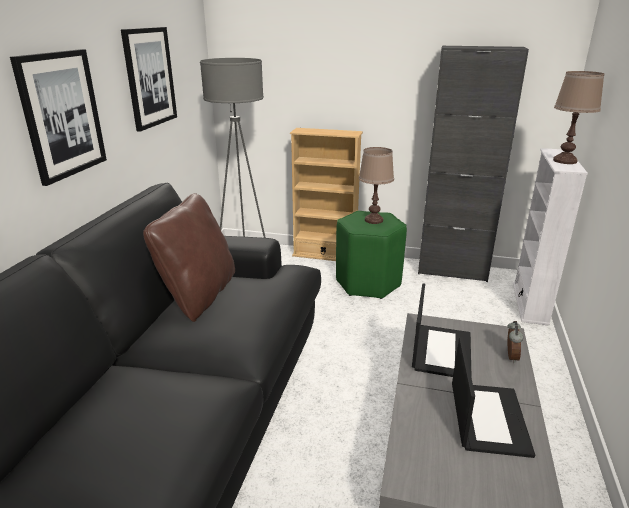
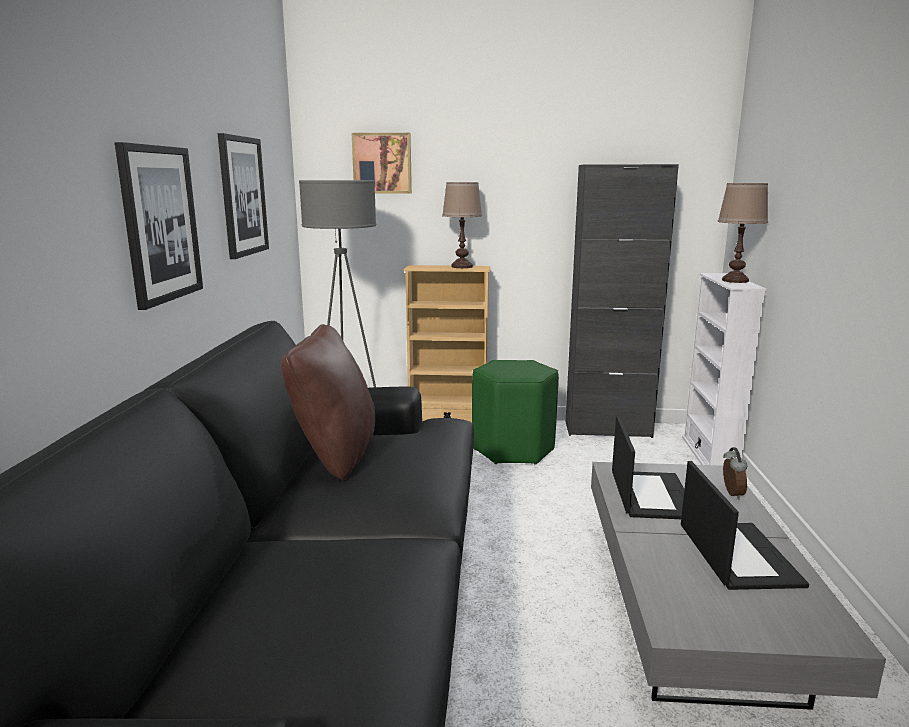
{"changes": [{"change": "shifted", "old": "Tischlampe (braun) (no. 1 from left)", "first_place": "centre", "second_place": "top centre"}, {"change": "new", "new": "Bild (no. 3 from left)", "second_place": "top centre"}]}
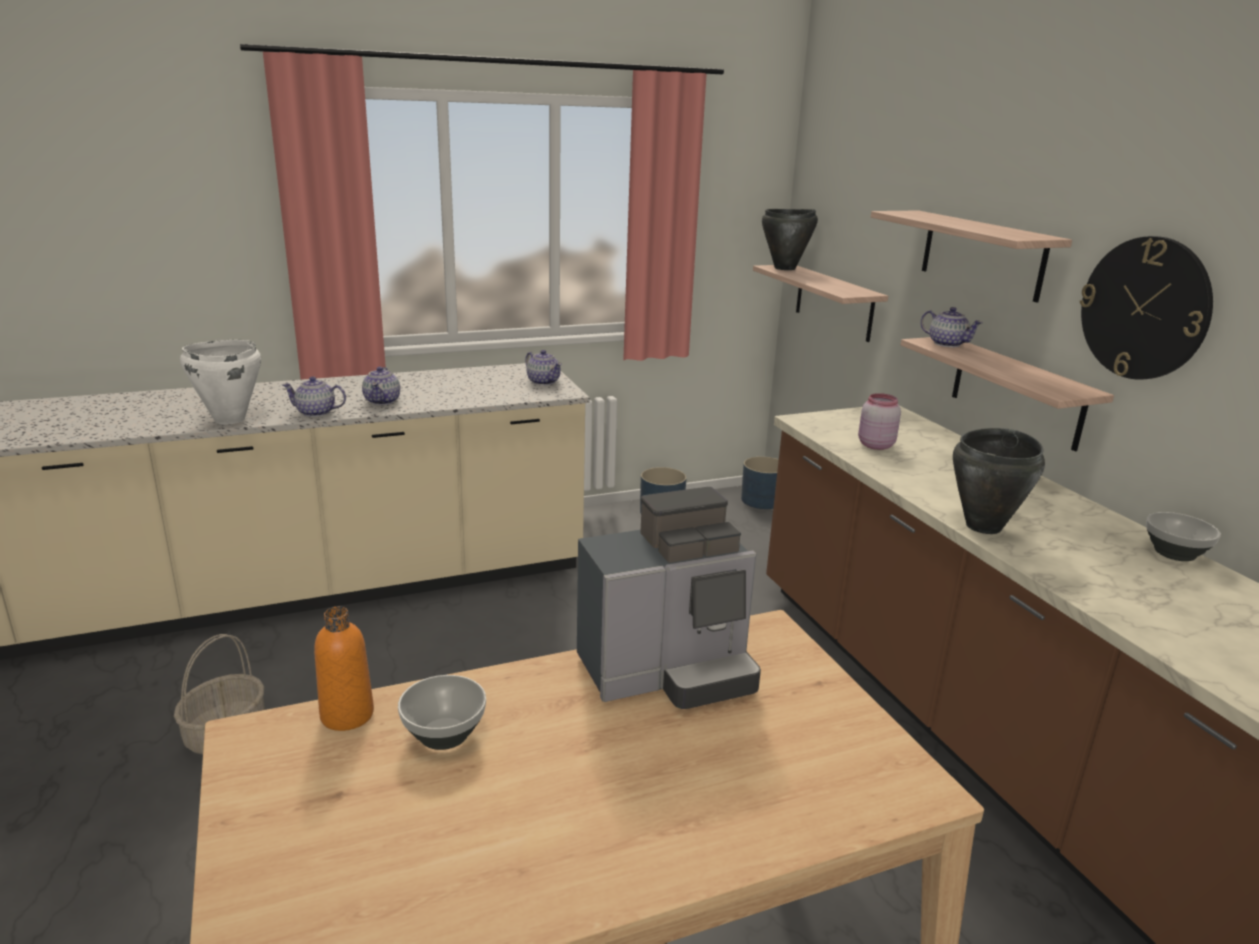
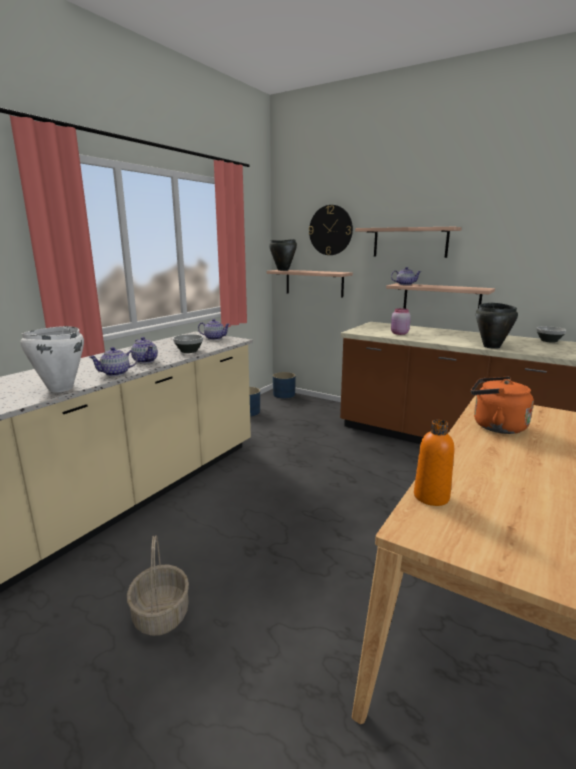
{"changes": [{"change": "shifted", "old": "Schüssel (no. 1 from left)", "first_place": "bottom centre", "second_place": "middle left"}, {"change": "swapped", "old": "Kaffeemaschine", "new": "Wasserkessel (orange)", "first_place": "centre", "second_place": "middle right"}, {"change": "shifted", "old": "Wanduhr", "first_place": "top right", "second_place": "top centre"}]}
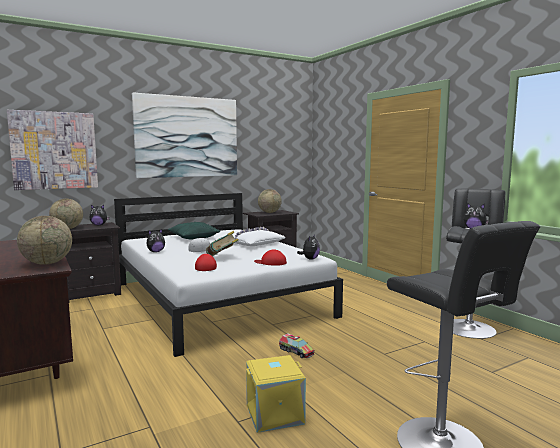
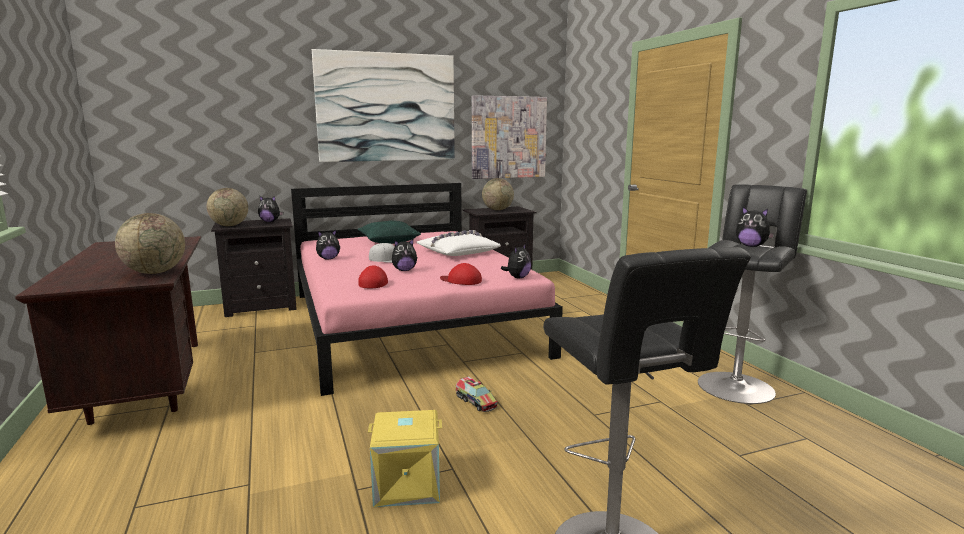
{"changes": [{"change": "shifted", "old": "Bild (no. 1 from left in the first image)", "new": "Bild (no. 2 from left)", "first_place": "middle left", "second_place": "top centre"}, {"change": "repainted", "old": "Bett (weiß)", "new": "Bett (rosa)", "first_place": "centre", "second_place": "centre"}, {"change": "swapped", "old": "Buch", "new": "Plüschtier (no. 3 from left)", "first_place": "centre", "second_place": "centre"}]}
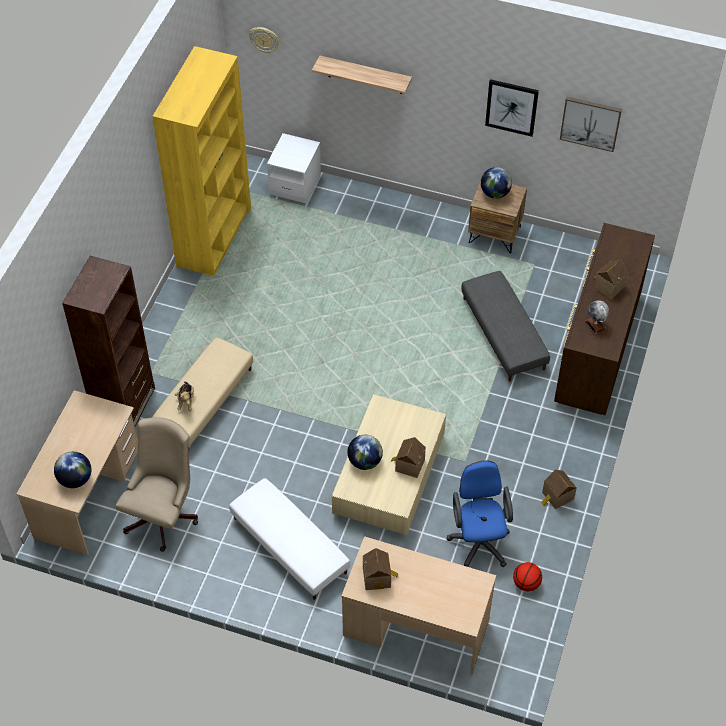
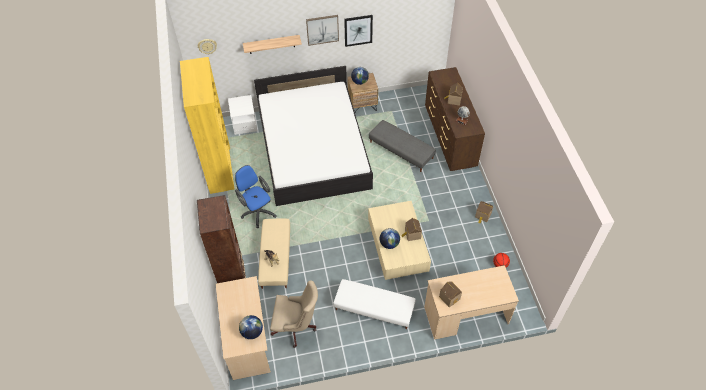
{"changes": [{"change": "rotated", "old": "Bürostuhl (beige)", "first_place": "bottom left", "second_place": "bottom centre", "degrees": 105}, {"change": "shifted", "old": "Bürostuhl (blau)", "first_place": "bottom centre", "second_place": "centre"}, {"change": "shifted", "old": "Bild (no. 2 from left in the first image)", "new": "Bild (no. 1 from left)", "first_place": "top right", "second_place": "top centre"}, {"change": "new", "new": "Bett (weiß)", "second_place": "centre"}]}
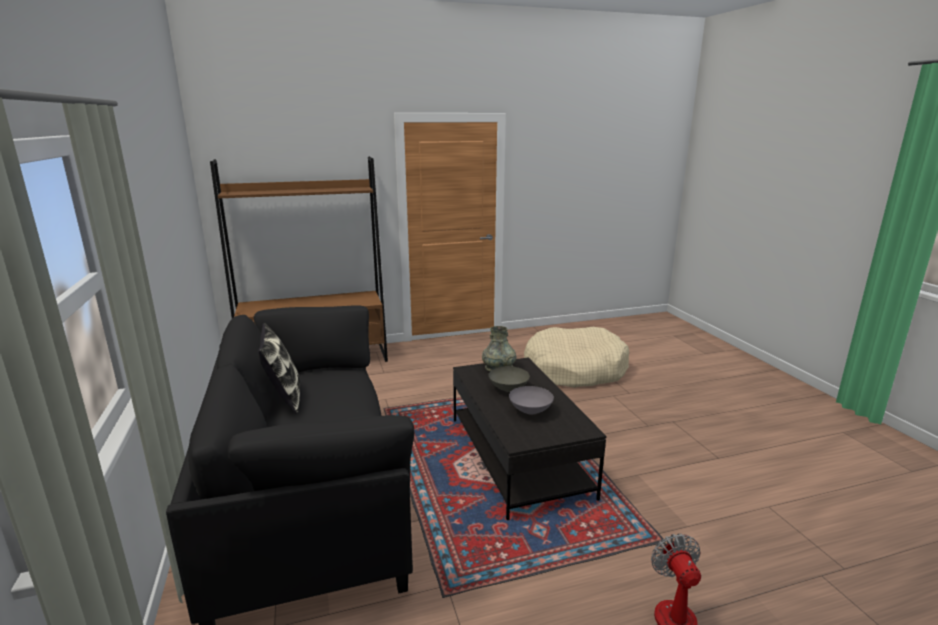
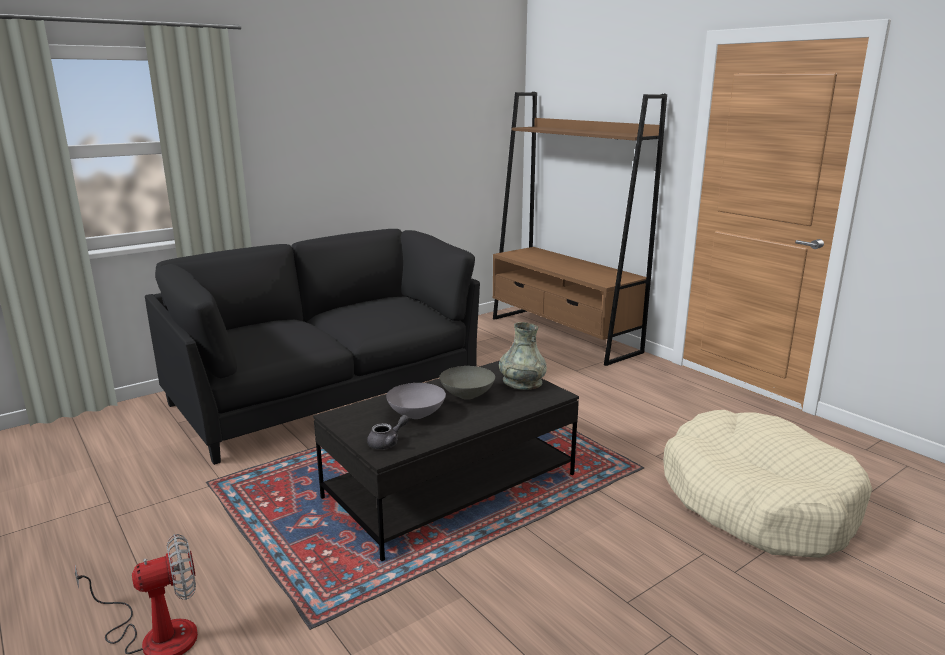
{"changes": [{"change": "gone", "old": "Kissen", "first_place": "middle left"}, {"change": "new", "new": "Teekanne (grau)", "second_place": "centre"}]}
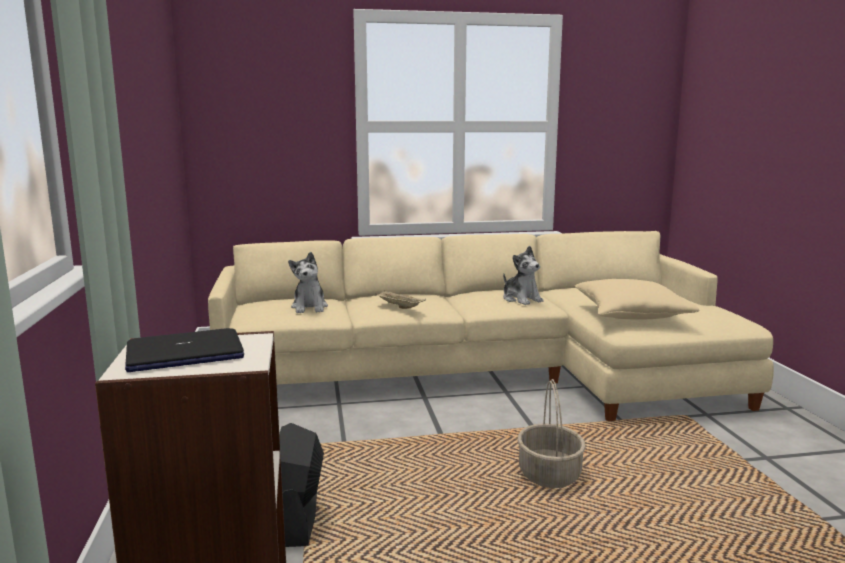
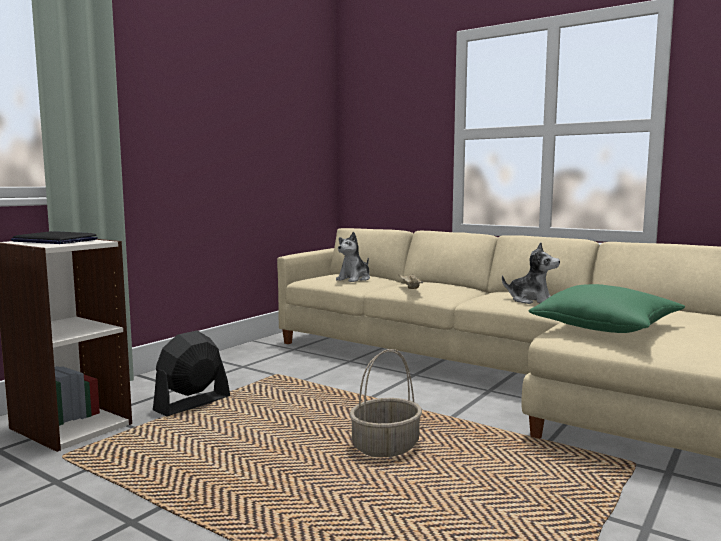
{"changes": [{"change": "rotated", "old": "Plüschtier (no. 2 from left)", "first_place": "centre", "second_place": "middle right", "degrees": -75}, {"change": "repainted", "old": "Kissen (beige)", "new": "Kissen (grün)", "first_place": "middle right", "second_place": "middle right"}]}
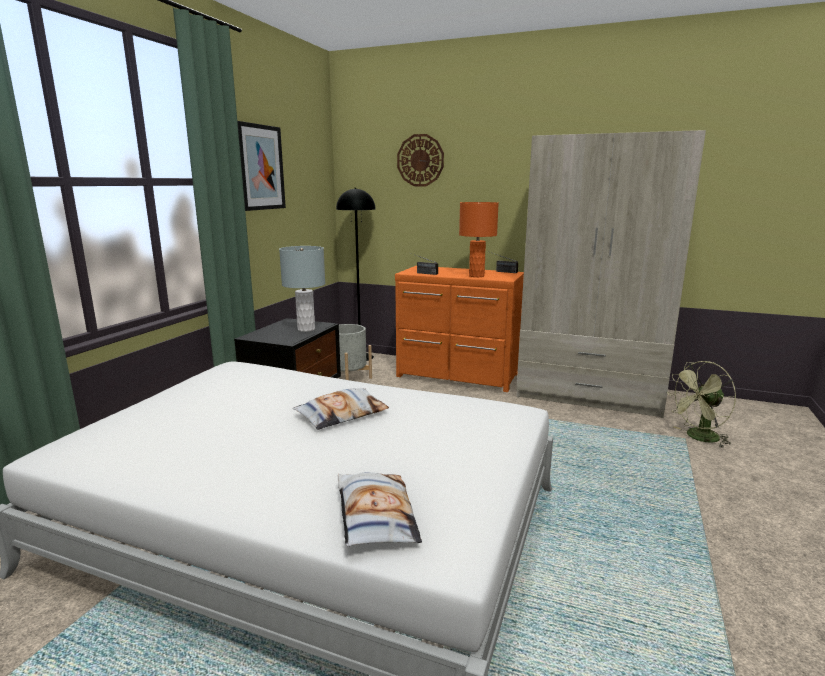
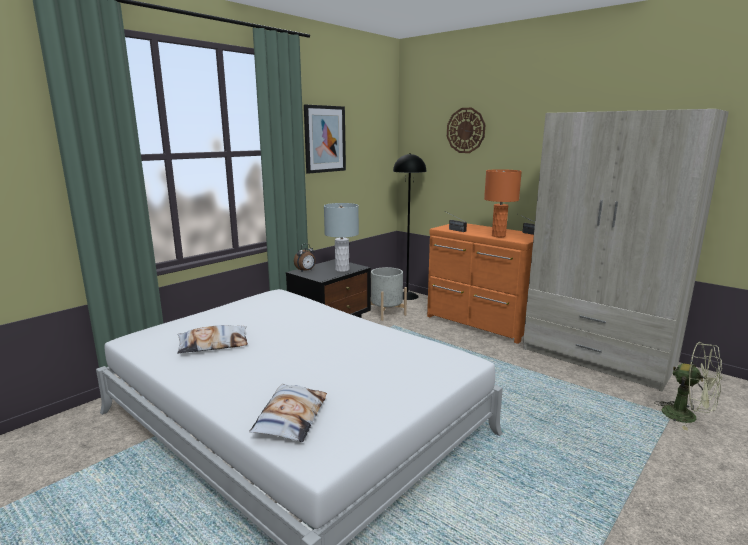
{"changes": [{"change": "shifted", "old": "Kissen (no. 1 from left)", "first_place": "centre", "second_place": "middle left"}, {"change": "rotated", "old": "Ventilator (grün)", "first_place": "middle right", "second_place": "bottom right", "degrees": -135}, {"change": "new", "new": "Wecker", "second_place": "centre"}]}
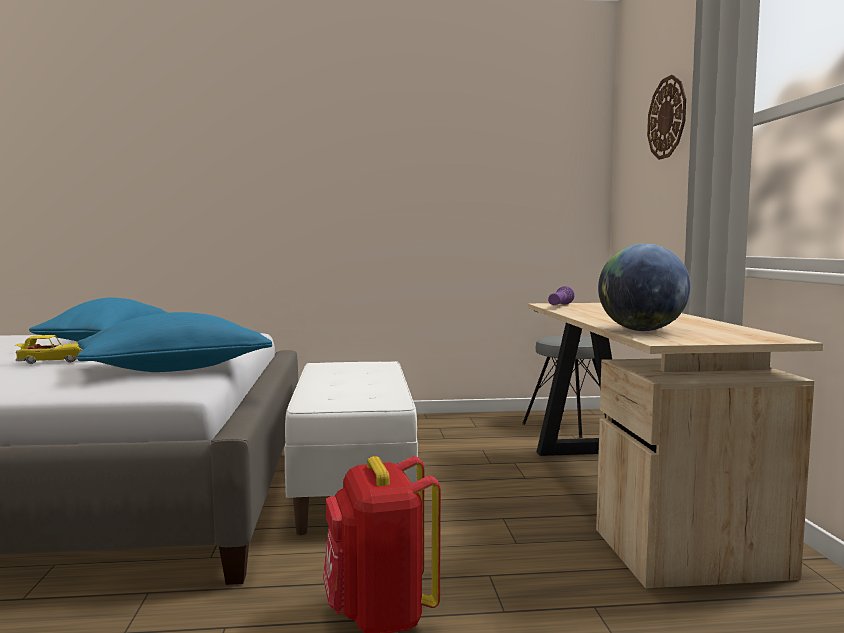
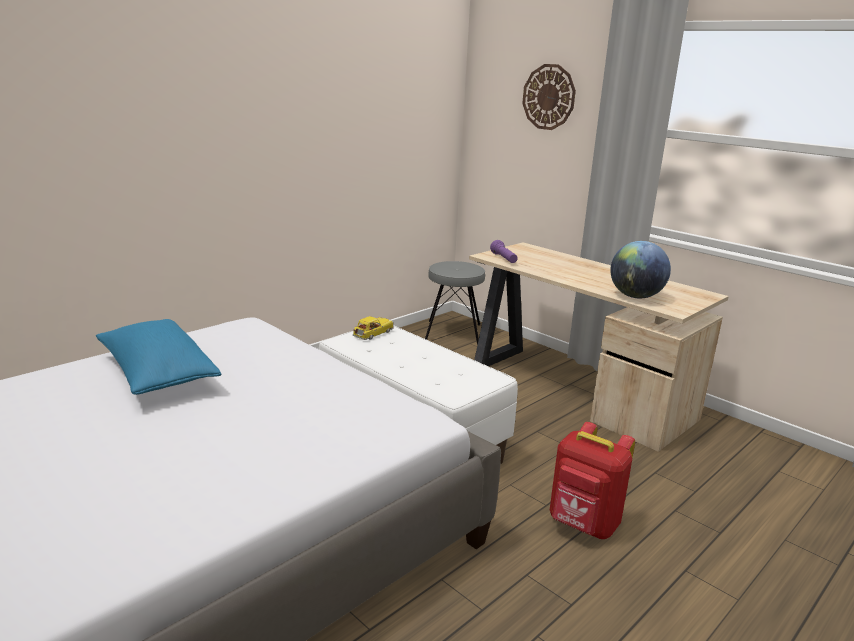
{"changes": [{"change": "shifted", "old": "Spielzeugauto", "first_place": "middle left", "second_place": "centre"}, {"change": "gone", "old": "Kissen (blau) (no. 2 from left)", "first_place": "middle left"}]}
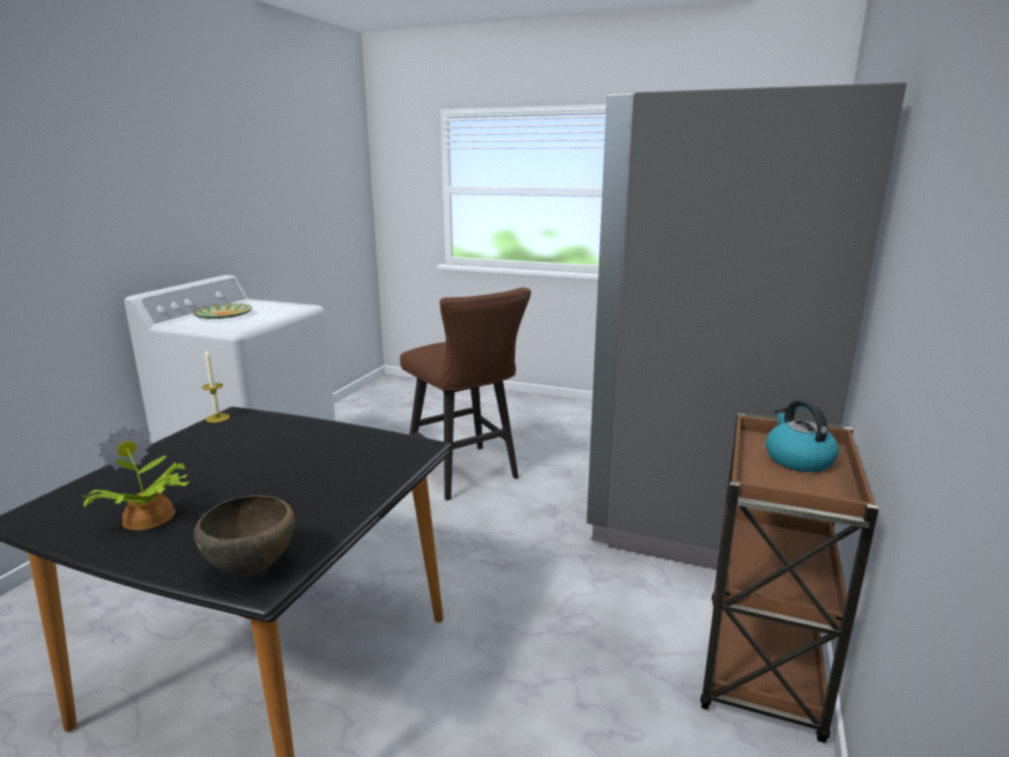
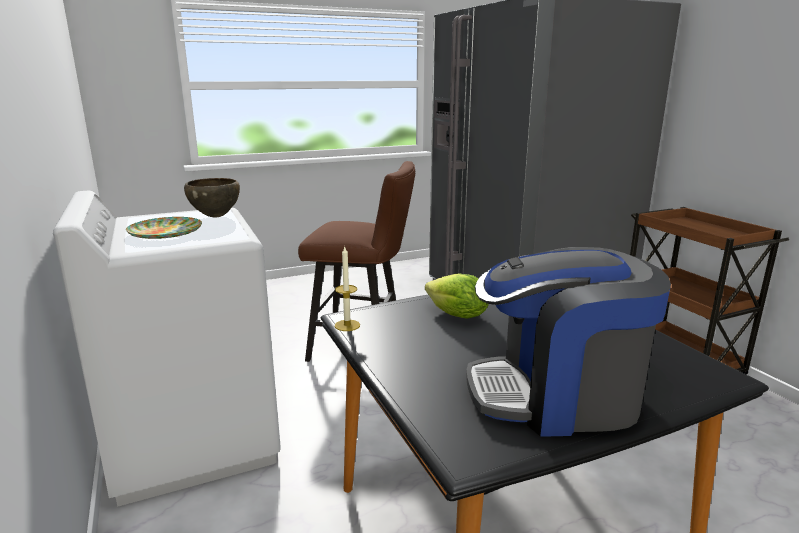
{"changes": [{"change": "swapped", "old": "Topfpflanze", "new": "Kaffeemaschine", "first_place": "middle left", "second_place": "middle right"}, {"change": "shifted", "old": "Schüssel (braun)", "first_place": "bottom left", "second_place": "middle left"}, {"change": "gone", "old": "Wasserkessel", "first_place": "middle right"}, {"change": "new", "new": "Salatkopf", "second_place": "centre"}]}
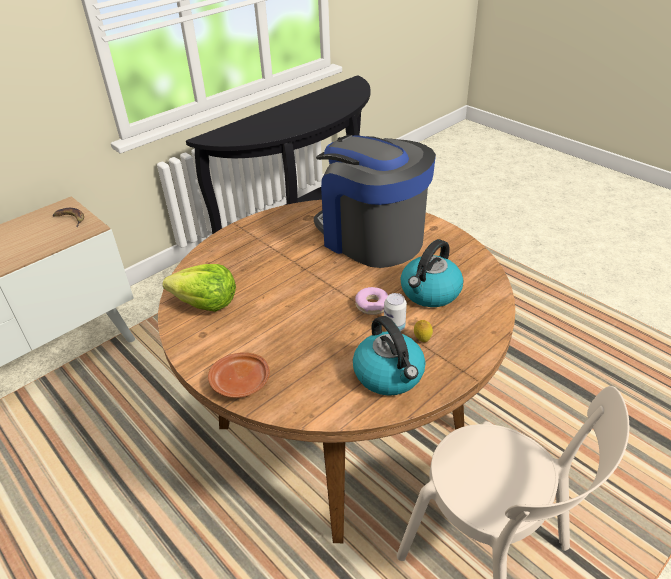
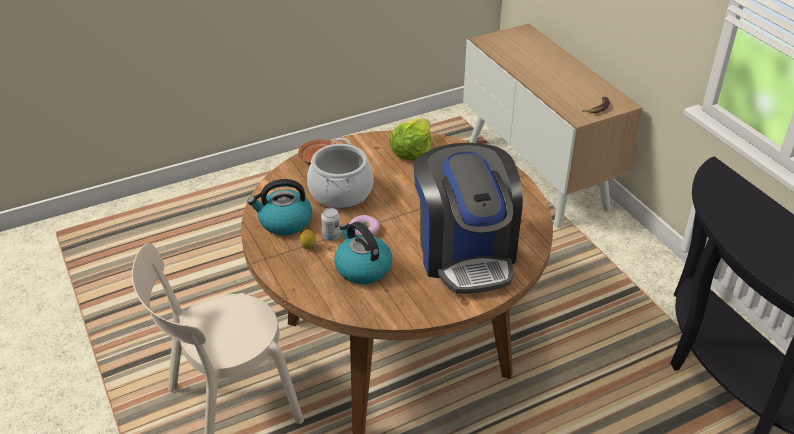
{"changes": [{"change": "rotated", "old": "Kaffeemaschine", "first_place": "centre", "second_place": "centre", "degrees": 105}, {"change": "new", "new": "Kochtopf", "second_place": "centre"}]}
